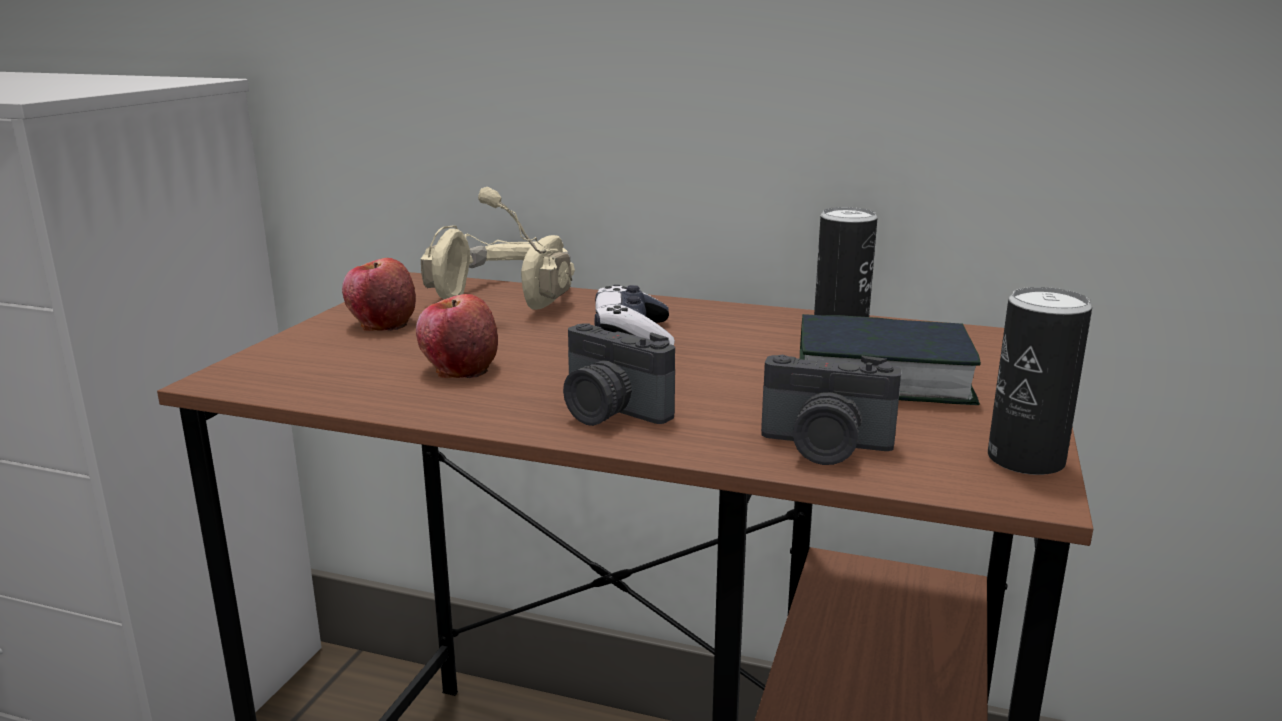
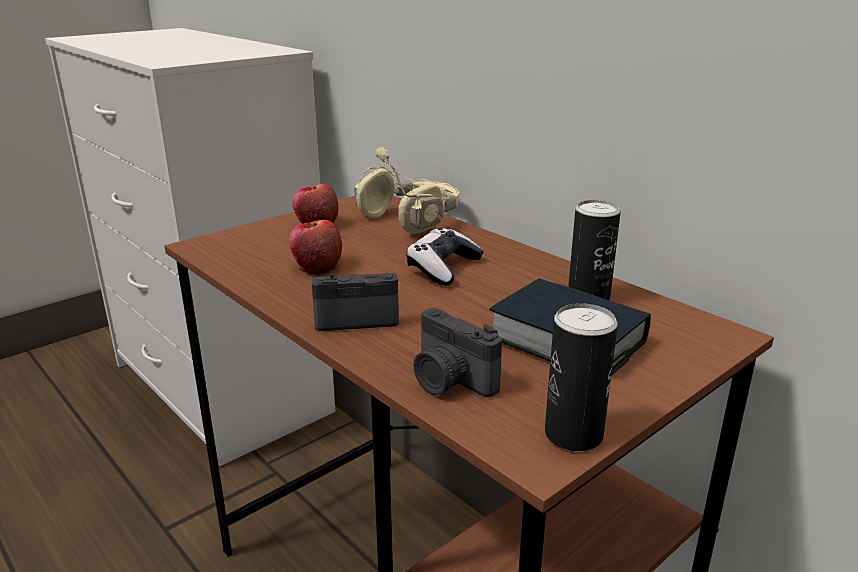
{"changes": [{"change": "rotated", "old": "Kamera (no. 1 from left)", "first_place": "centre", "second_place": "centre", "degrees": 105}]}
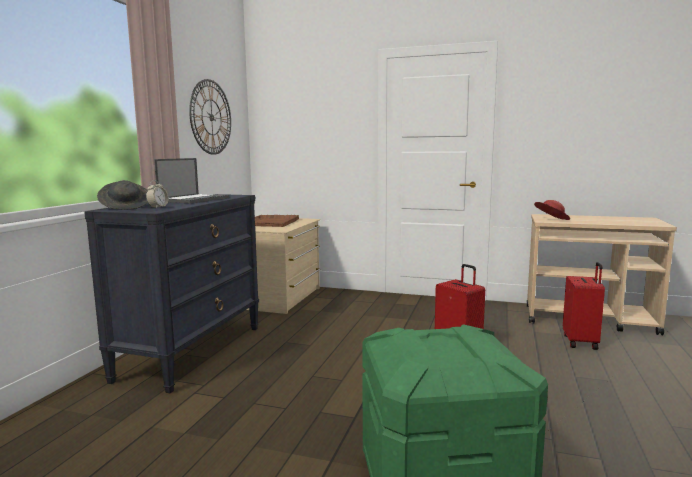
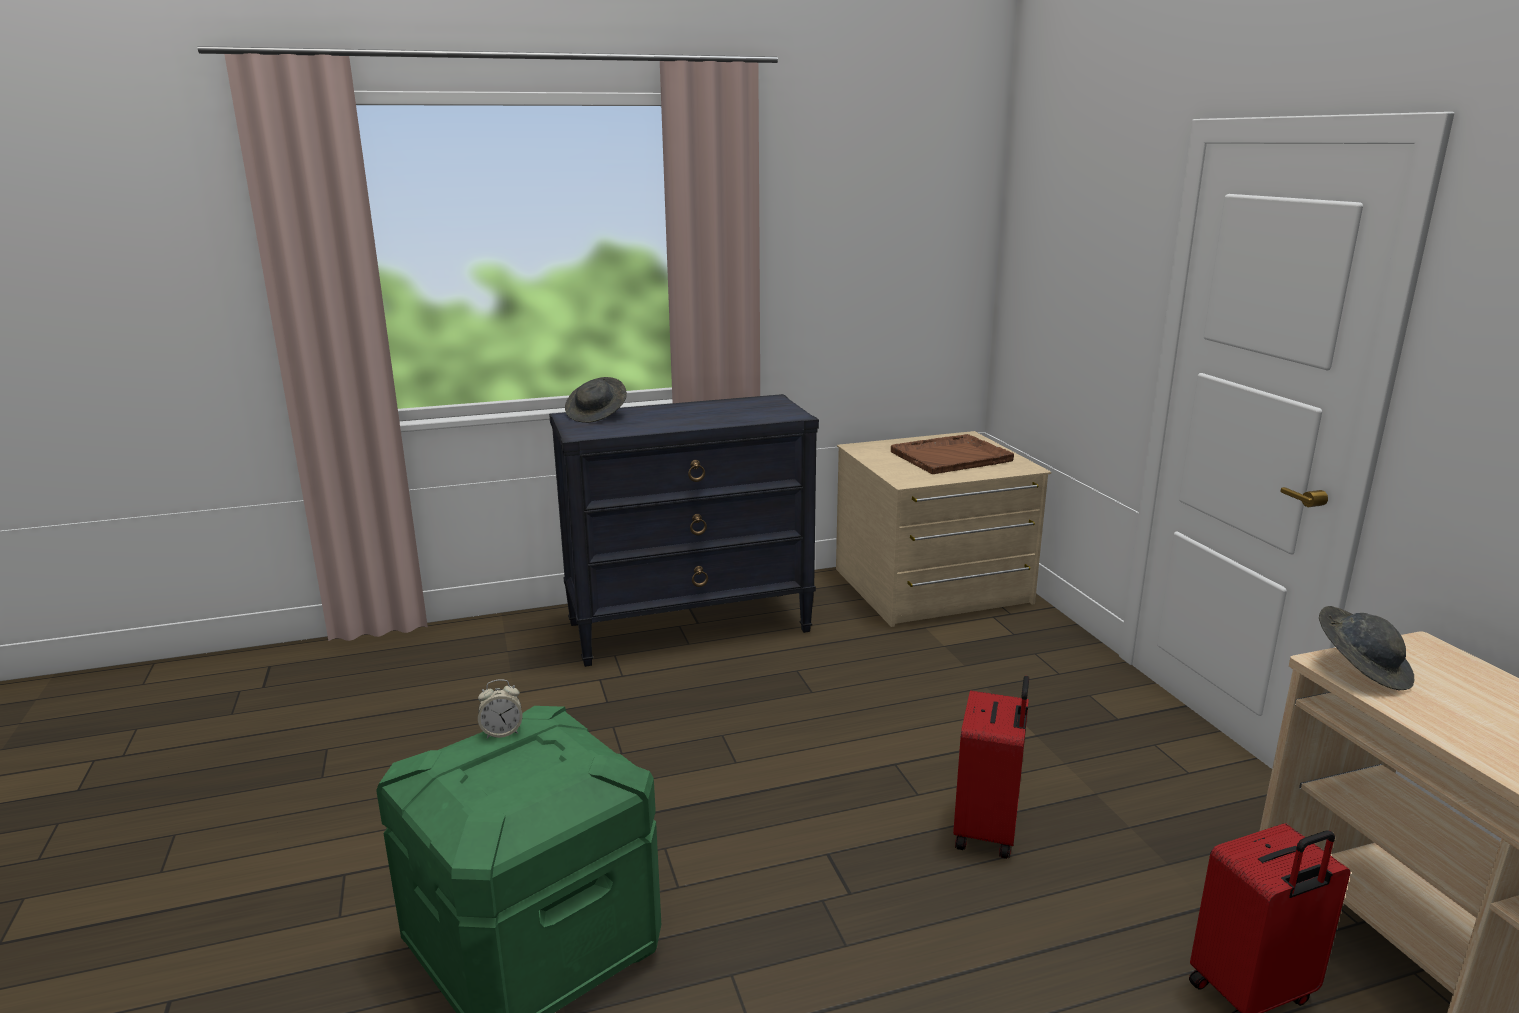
{"changes": [{"change": "shifted", "old": "Wecker", "first_place": "middle left", "second_place": "bottom left"}, {"change": "gone", "old": "Laptop", "first_place": "middle left"}, {"change": "gone", "old": "Wanduhr", "first_place": "top left"}, {"change": "repainted", "old": "Hut (rot)", "new": "Hut (grau) (no. 2 from left)", "first_place": "middle right", "second_place": "middle right"}]}
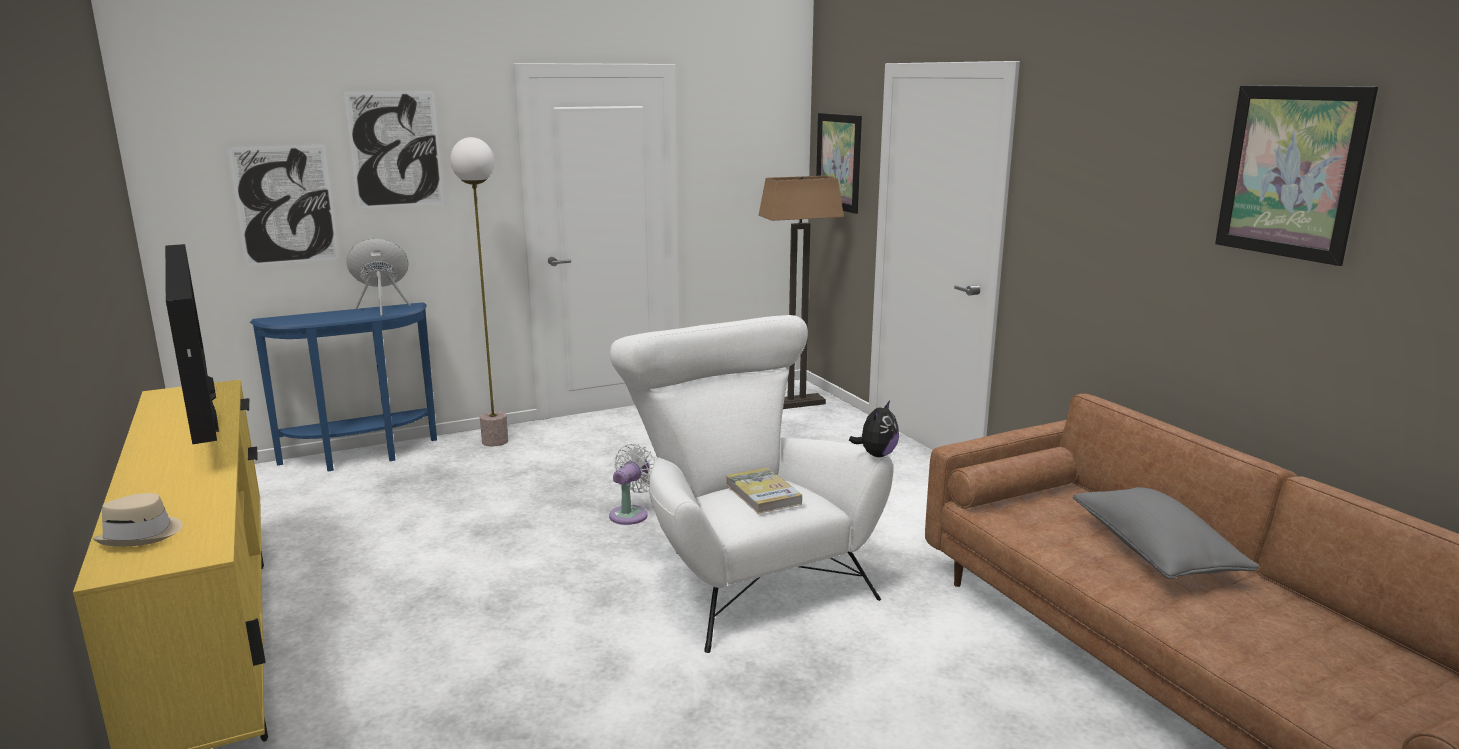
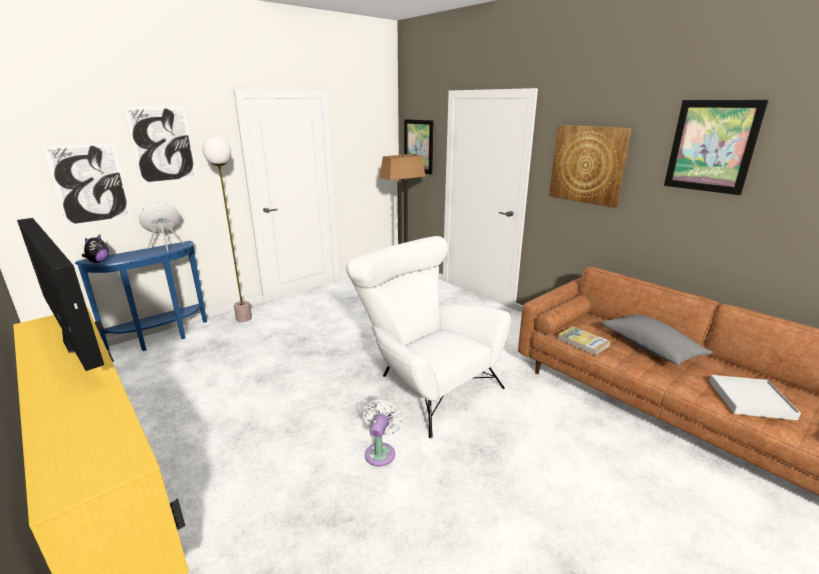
{"changes": [{"change": "gone", "old": "Hut (beige)", "first_place": "bottom left"}, {"change": "shifted", "old": "Ventilator (weiß)", "first_place": "centre", "second_place": "bottom centre"}, {"change": "shifted", "old": "Buch", "first_place": "centre", "second_place": "middle right"}, {"change": "shifted", "old": "Plüschtier", "first_place": "centre", "second_place": "middle left"}, {"change": "new", "new": "Bild (no. 4 from left)", "second_place": "top right"}, {"change": "new", "new": "Tablett (weiß)", "second_place": "bottom right"}]}
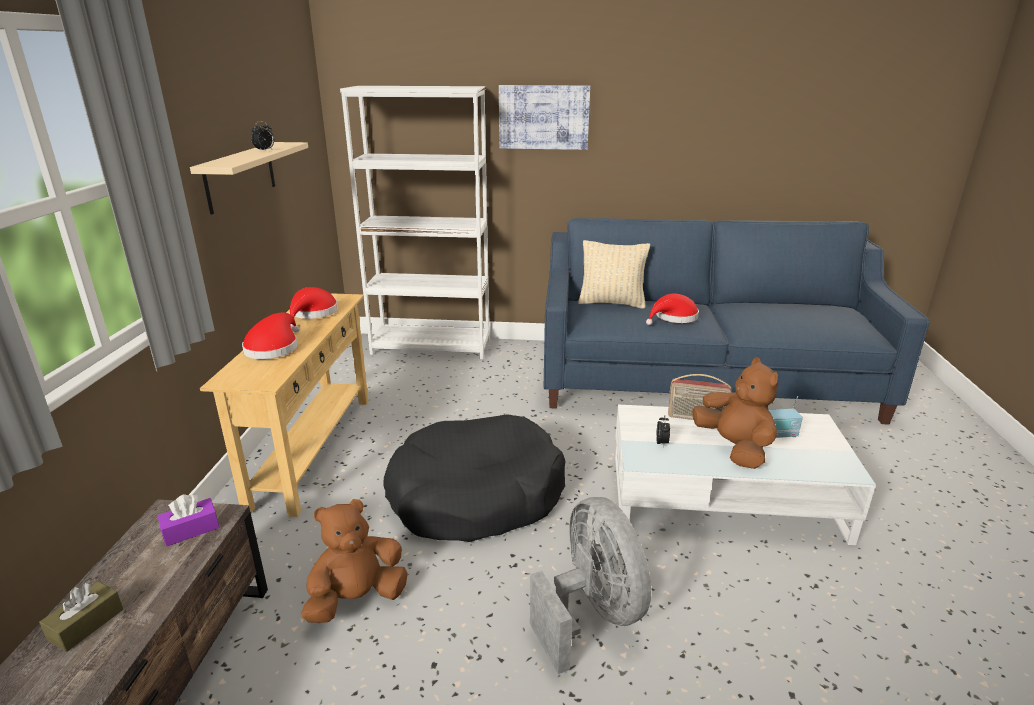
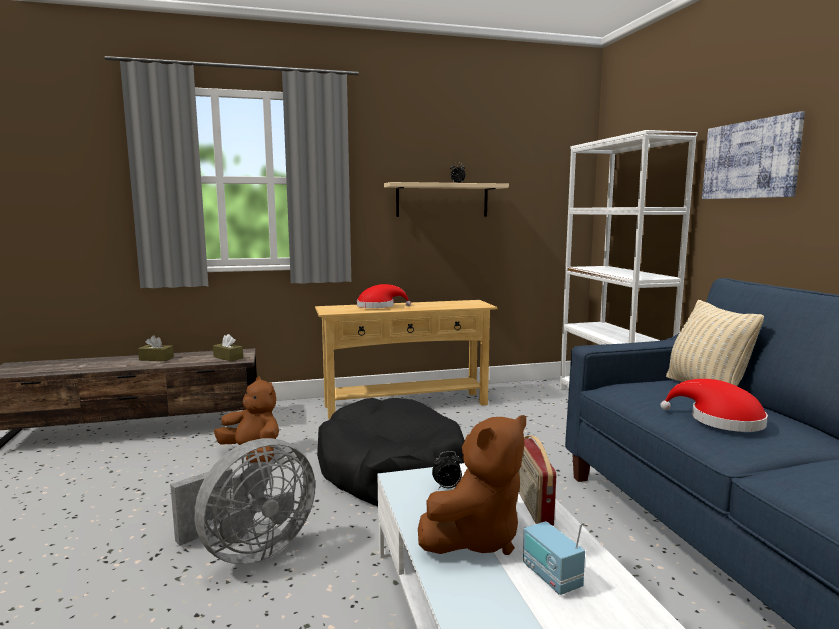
{"changes": [{"change": "repainted", "old": "Taschentuchbox (lila)", "new": "Taschentuchbox (braun) (no. 2 from left)", "first_place": "bottom left", "second_place": "middle left"}, {"change": "gone", "old": "Hut (rot) (no. 2 from left)", "first_place": "middle left"}]}
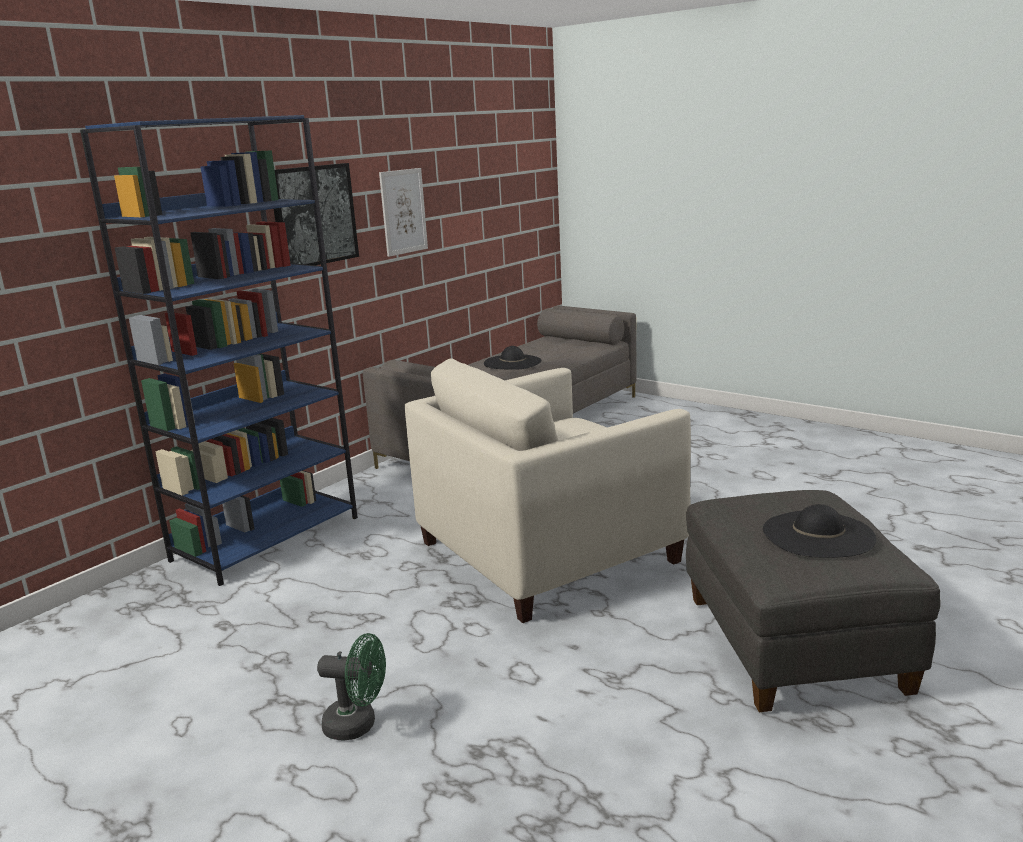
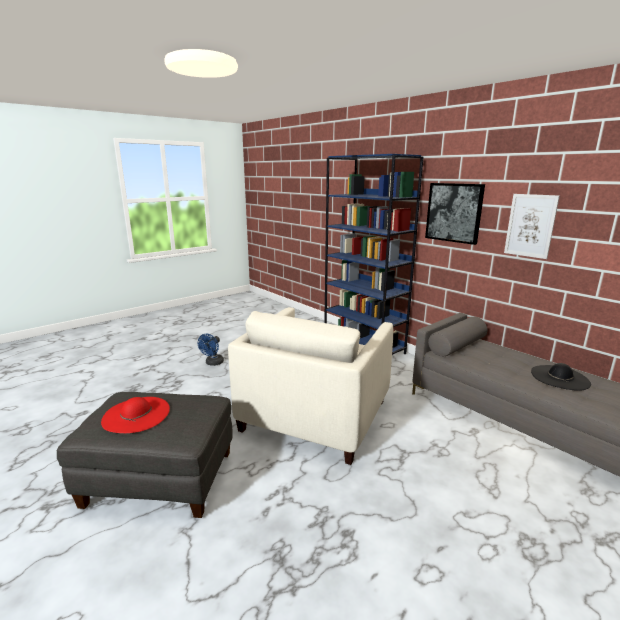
{"changes": [{"change": "repainted", "old": "Ventilator (grün)", "new": "Ventilator (blau)", "first_place": "bottom centre", "second_place": "centre"}, {"change": "rotated", "old": "Sessel (beige)", "first_place": "centre", "second_place": "centre", "degrees": -135}, {"change": "repainted", "old": "Hut (schwarz) (no. 2 from left)", "new": "Hut (rot)", "first_place": "middle right", "second_place": "bottom left"}]}
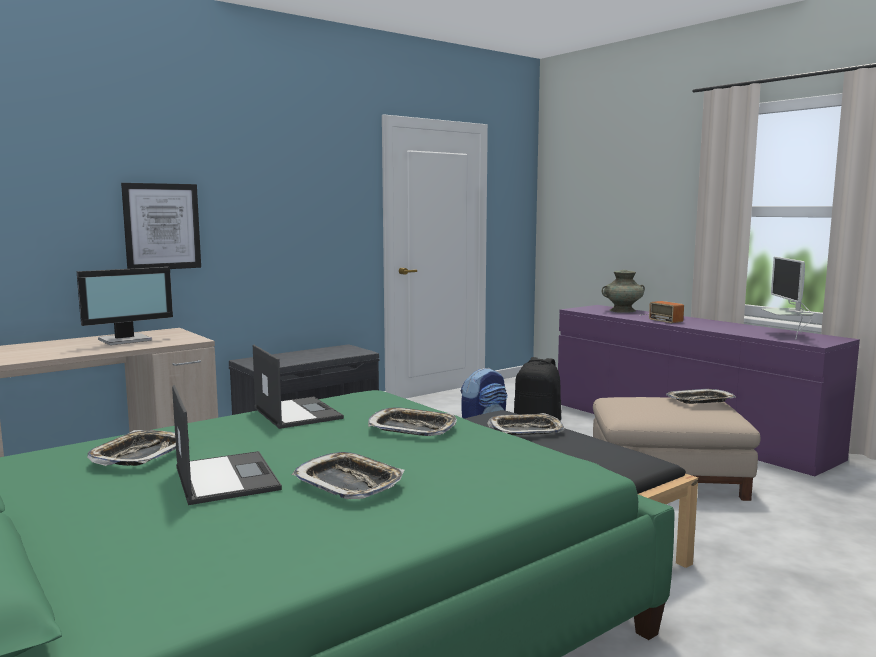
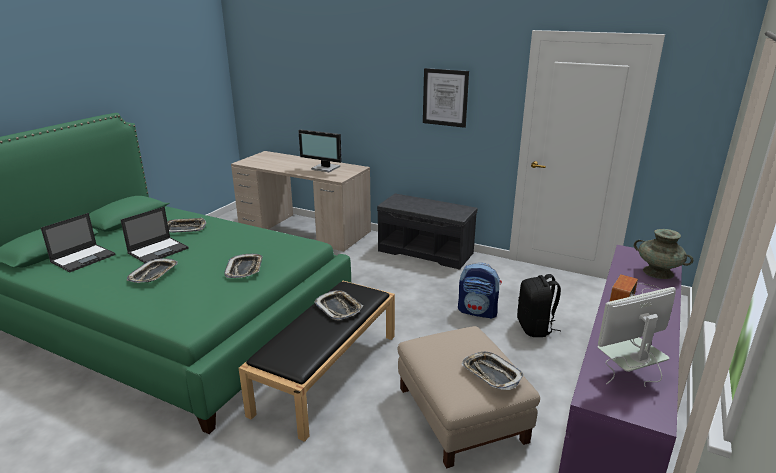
{"changes": [{"change": "shifted", "old": "Bild", "first_place": "middle left", "second_place": "top centre"}, {"change": "shifted", "old": "Laptop (no. 2 from left in the first image)", "new": "Laptop (no. 1 from left)", "first_place": "centre", "second_place": "middle left"}]}
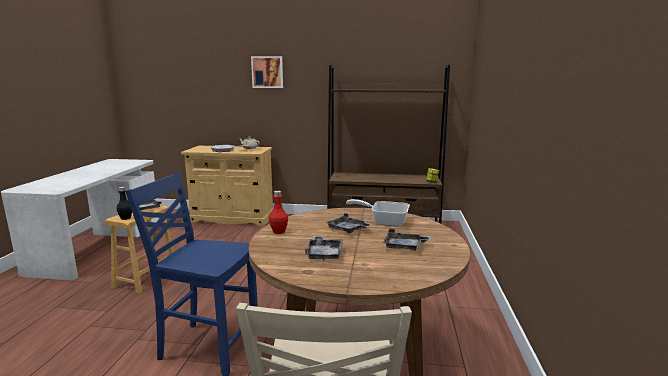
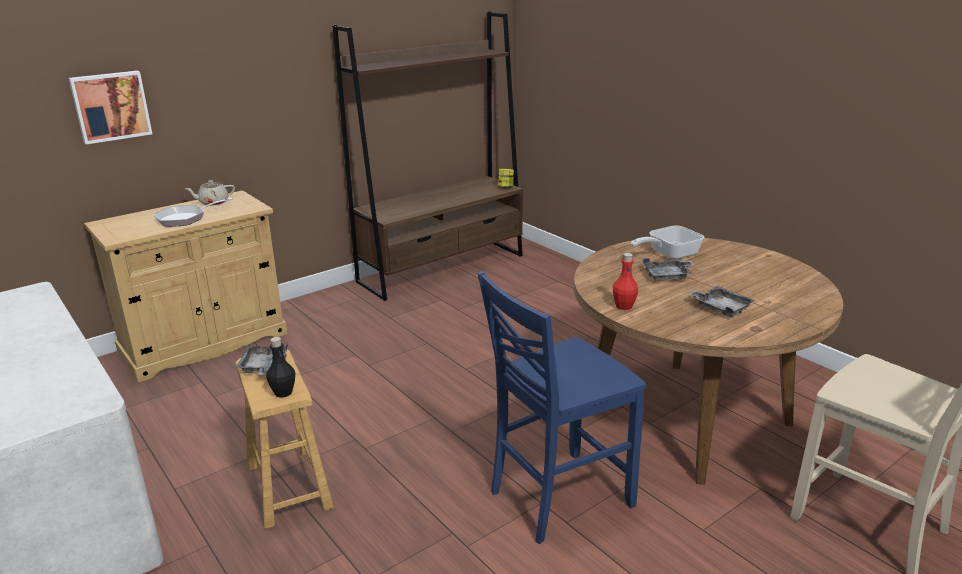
{"changes": [{"change": "shifted", "old": "Bild", "first_place": "top centre", "second_place": "top left"}, {"change": "gone", "old": "Tablett (grau) (no. 4 from left)", "first_place": "centre"}]}
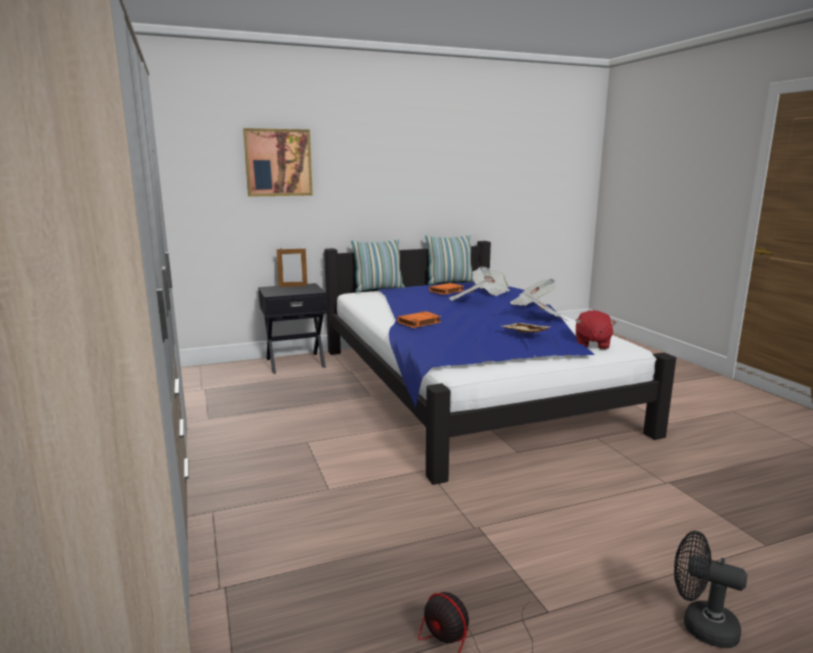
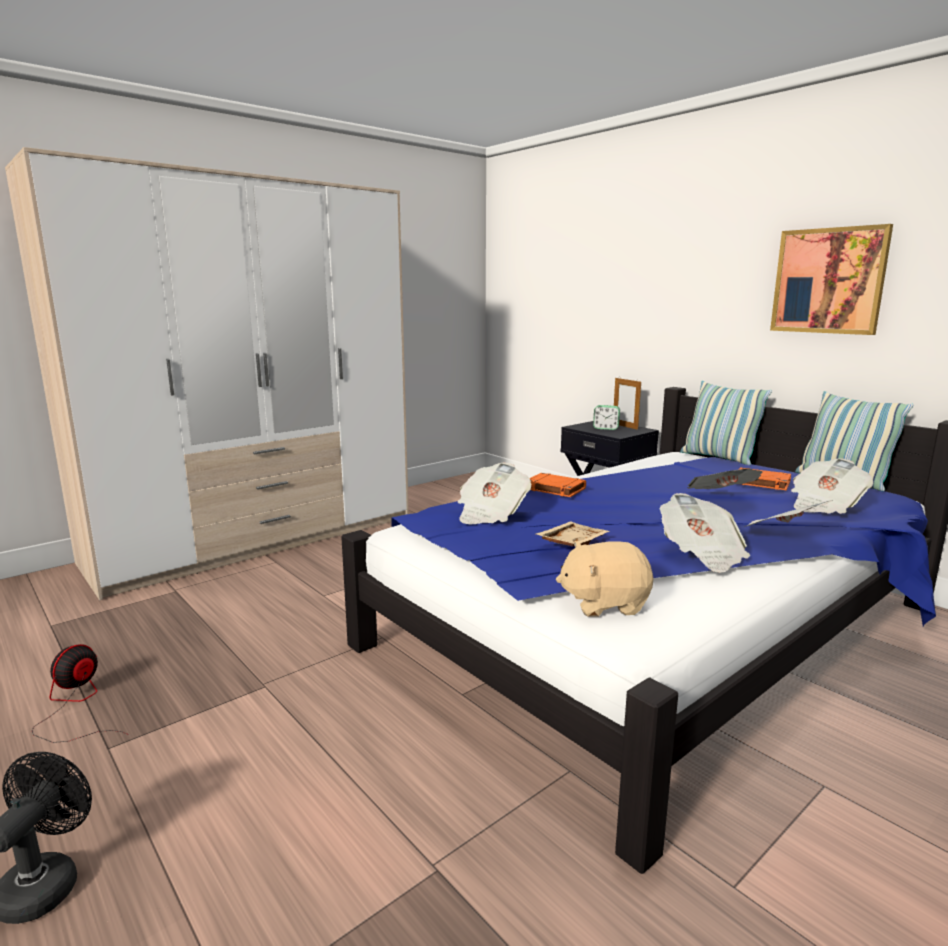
{"changes": [{"change": "shifted", "old": "Bild", "first_place": "top centre", "second_place": "top right"}, {"change": "repainted", "old": "Plüschtier (rot)", "new": "Plüschtier (beige)", "first_place": "middle right", "second_place": "centre"}, {"change": "new", "new": "Zeitung (no. 1 from left)", "second_place": "centre"}, {"change": "new", "new": "Wecker", "second_place": "centre"}]}
